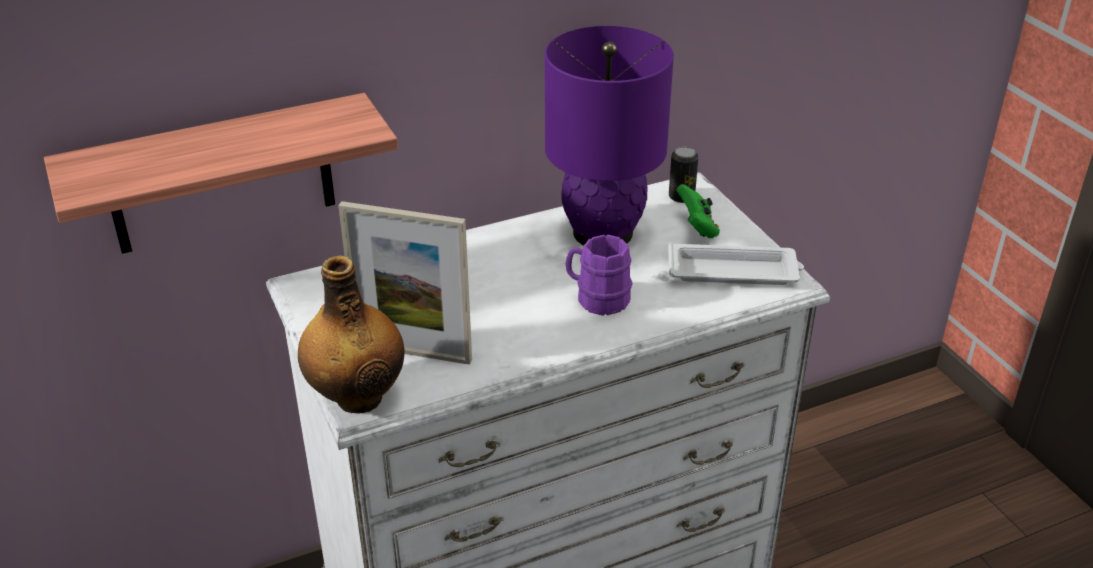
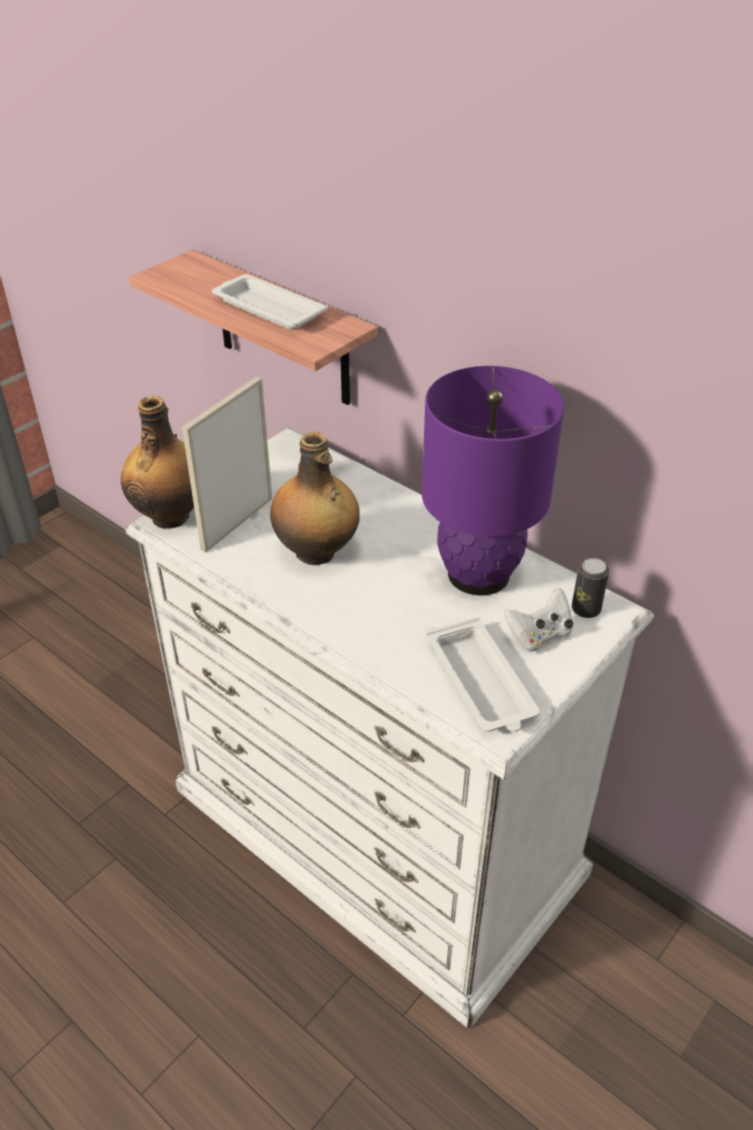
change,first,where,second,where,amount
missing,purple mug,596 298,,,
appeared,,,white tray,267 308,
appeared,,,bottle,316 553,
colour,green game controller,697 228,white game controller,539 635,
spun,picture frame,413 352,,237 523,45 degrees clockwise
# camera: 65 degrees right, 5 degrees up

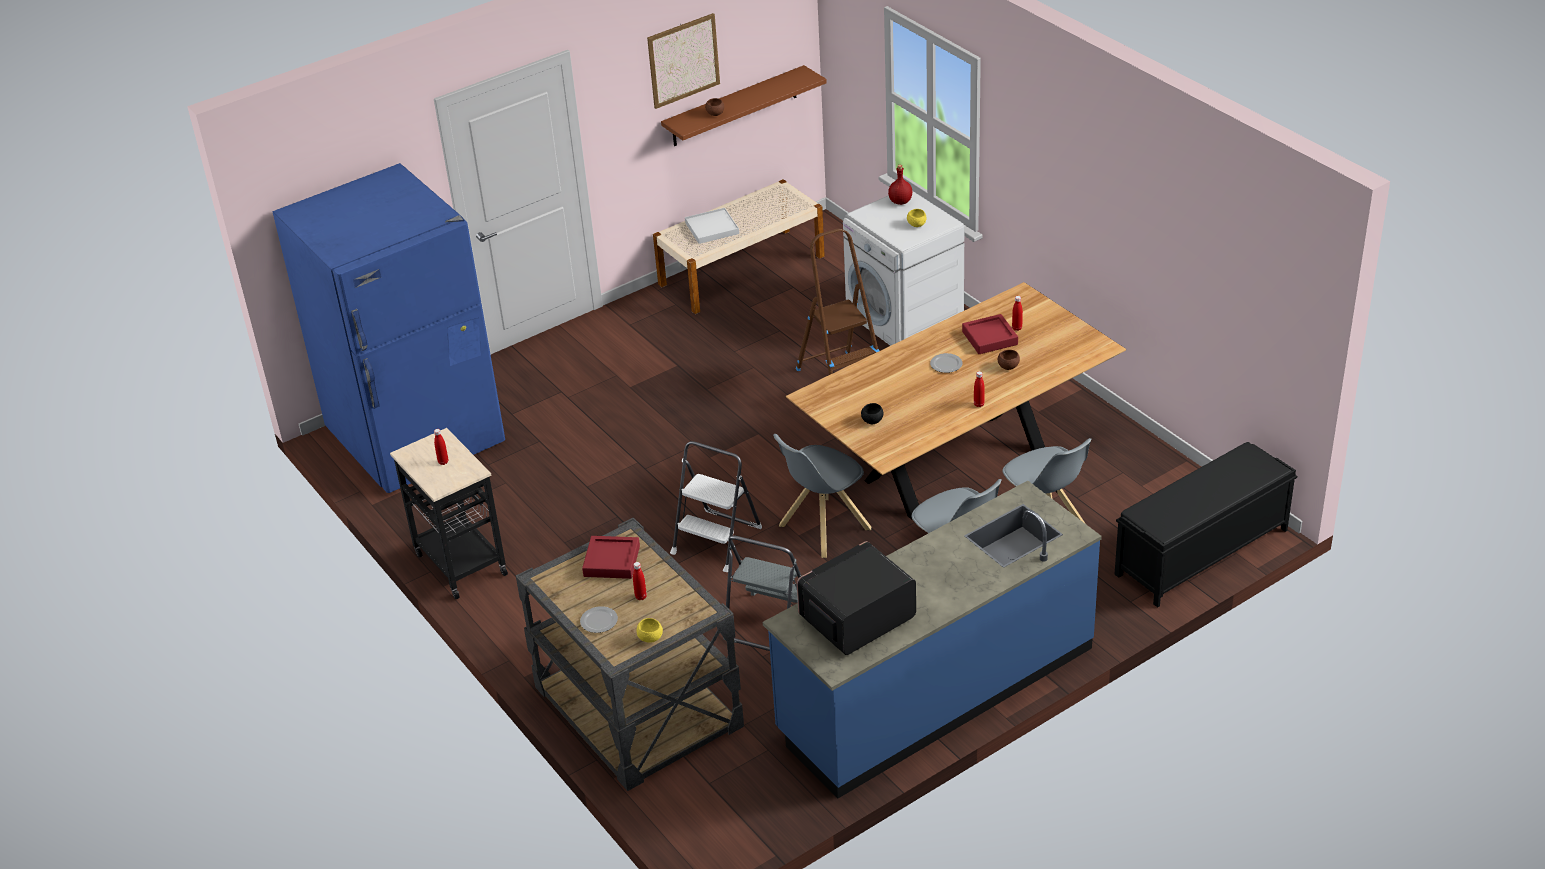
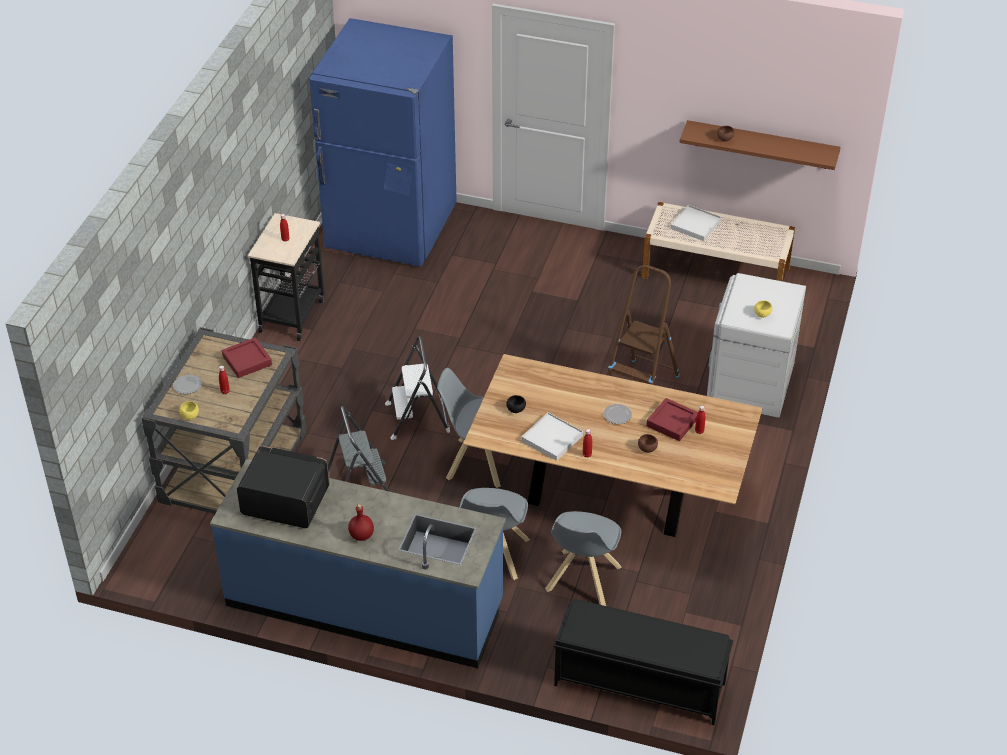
change,first,where,second,where,amount
missing,picture,683 59,,,
appeared,,,white tray,552 438,
relocated,red bottle,900 201,,362 535,
# camera: 50 degrees right, 5 degrees up

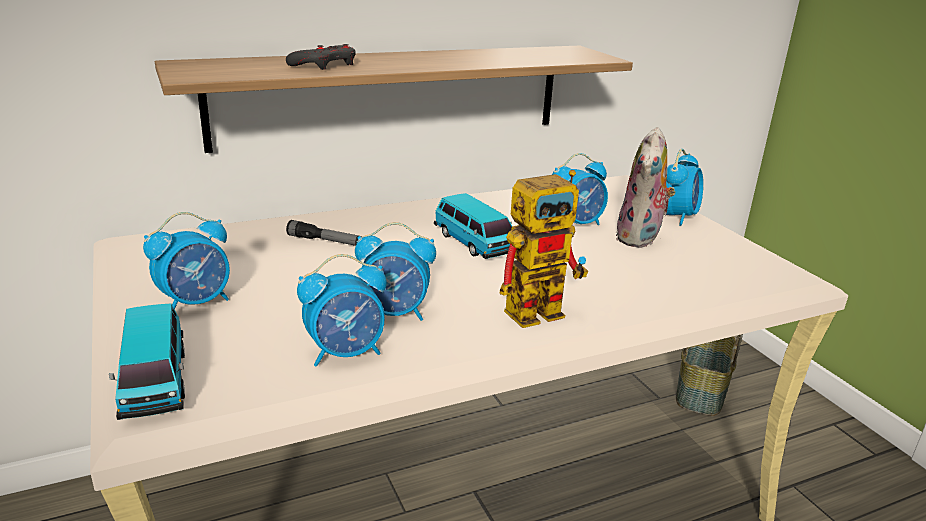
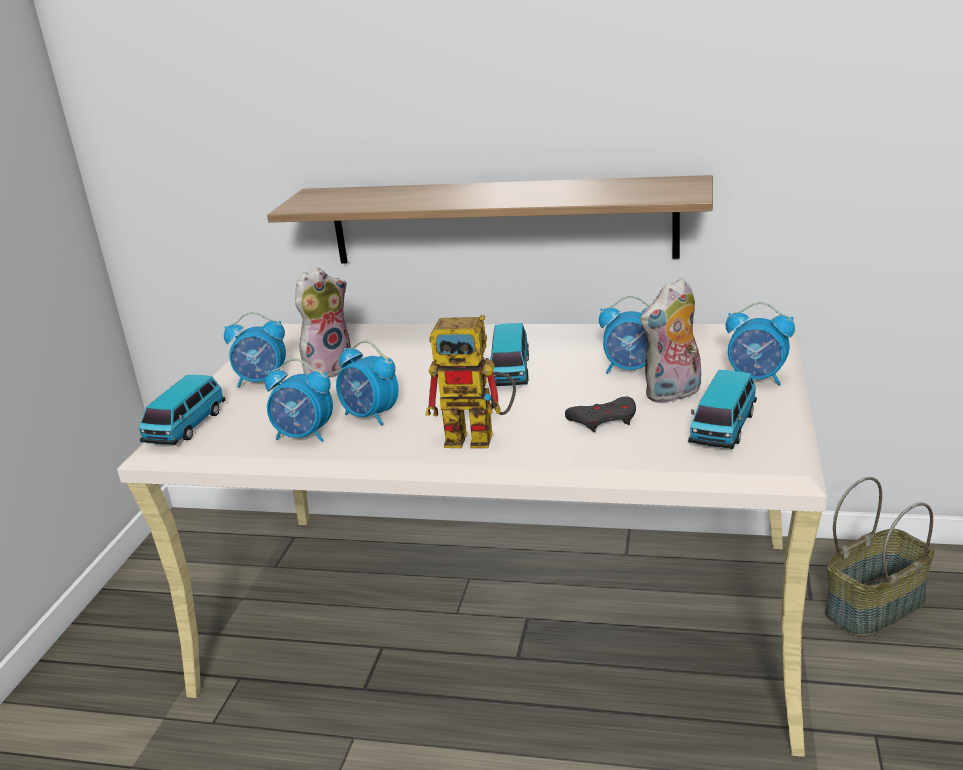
change,first,where,second,where,amount
missing,flashlight,325 241,,,
appeared,,,plush toy,328 368,
appeared,,,toy car,723 428,
relocated,grey game controller,325 64,,604 420,
spun,alarm clock,678 217,,757 379,45 degrees clockwise
# camera: 40 degrees right, 0 degrees up

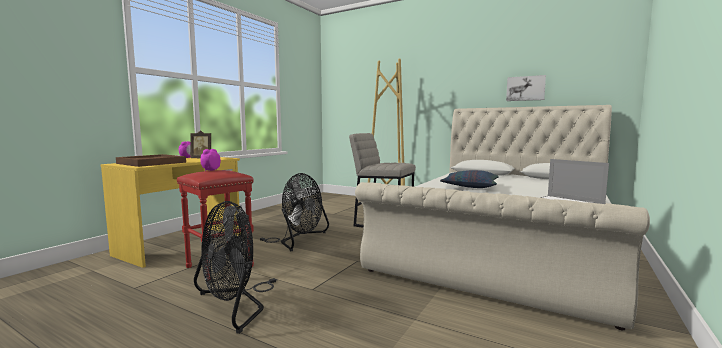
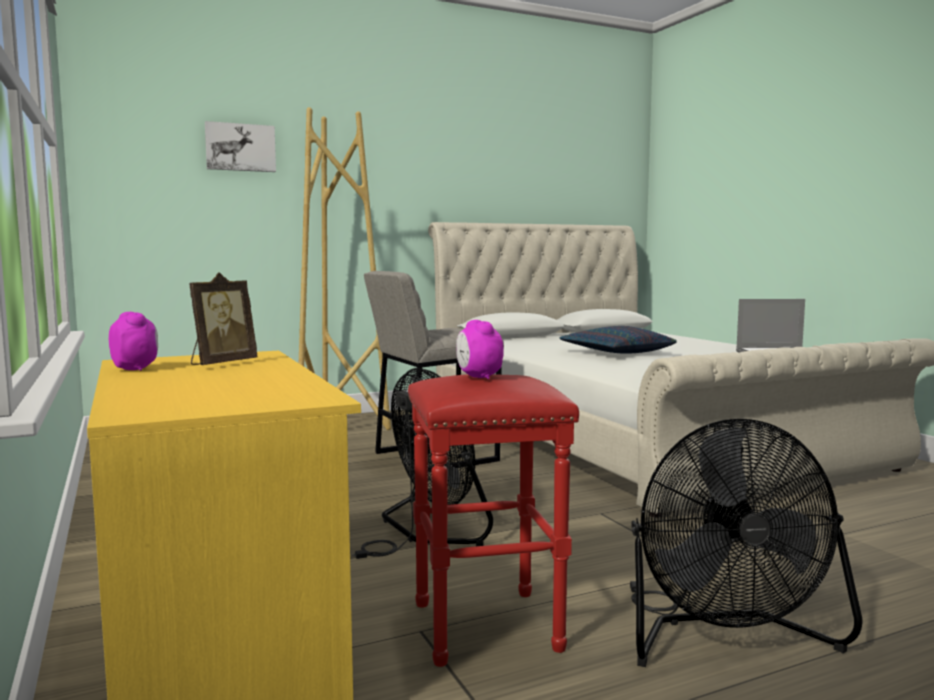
change,first,where,second,where,amount
missing,brown tray,151 163,,,
relocated,picture,525 88,,240 147,
# camera: 55 degrees left, 0 degrees up

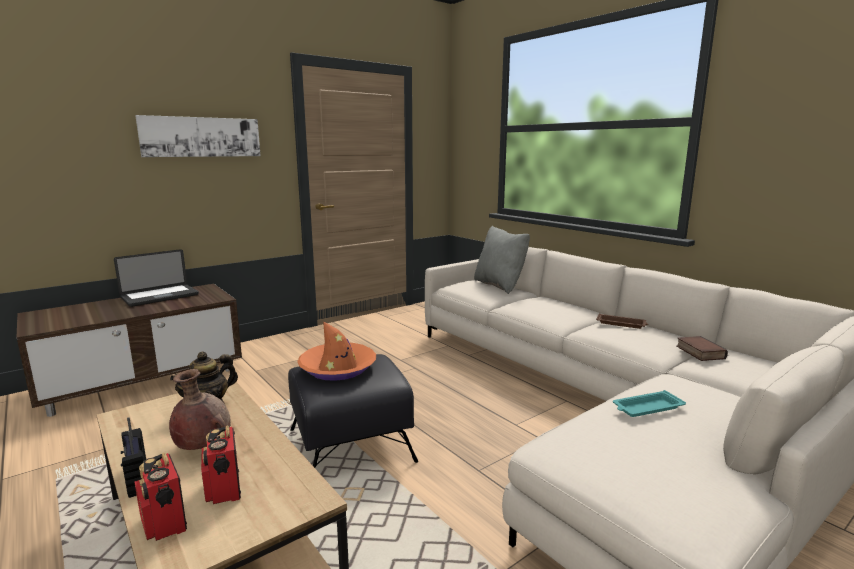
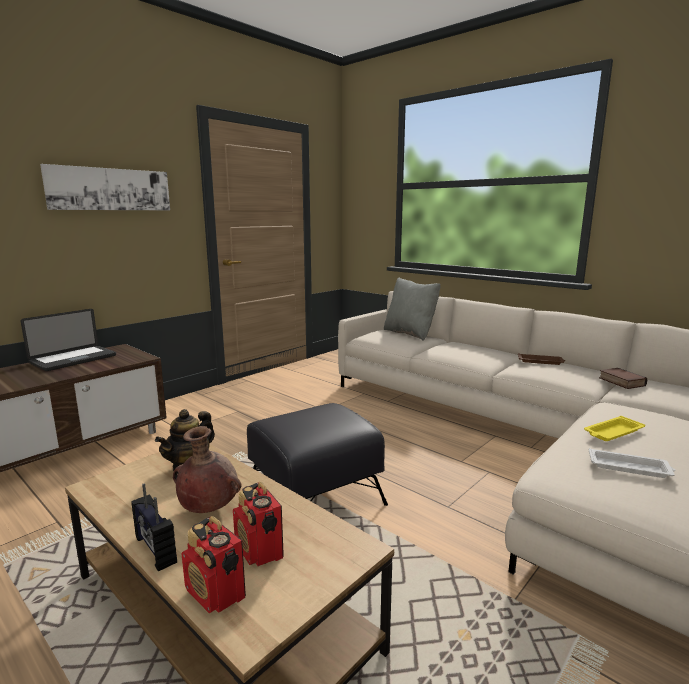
change,first,where,second,where,amount
missing,orange hat,338 368,,,
appeared,,,white tray,630 468,
colour,turquoise tray,646 408,yellow tray,612 432,
# camera: 10 degrees left, 0 degrees up

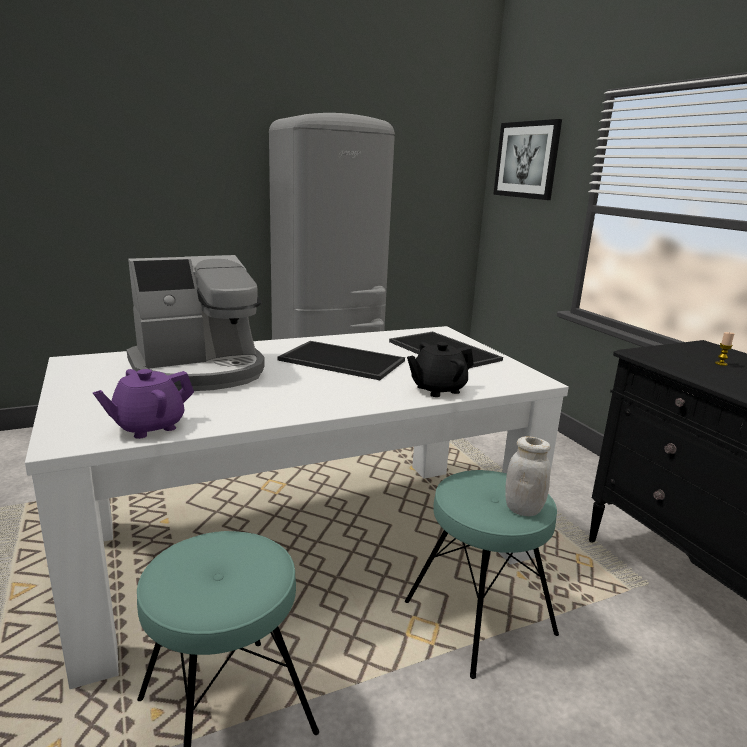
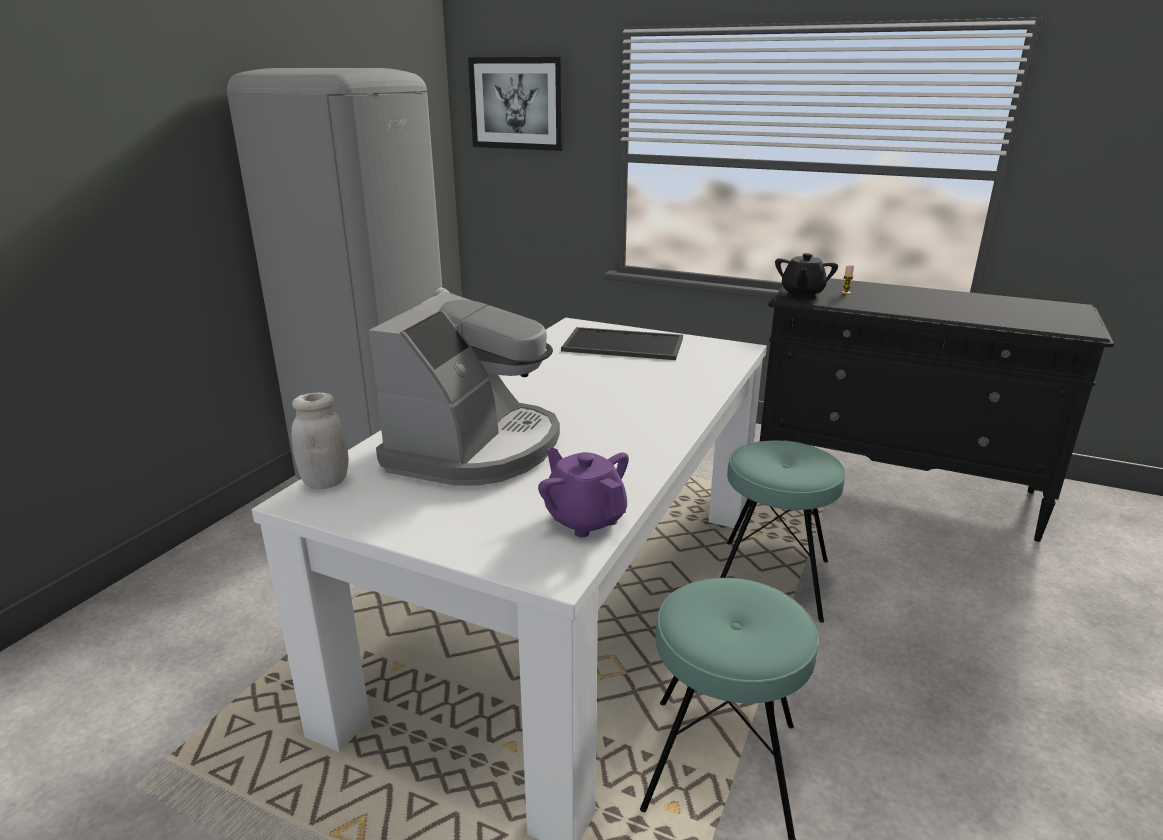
change,first,where,second,where,amount
missing,tray,340 361,,,
relocated,black teapot,437 389,,802 294,
relocated,white jar,523 509,,325 482,
spun,purple teapot,148 426,,585 519,135 degrees clockwise
# camera: 40 degrees left, 5 degrees up

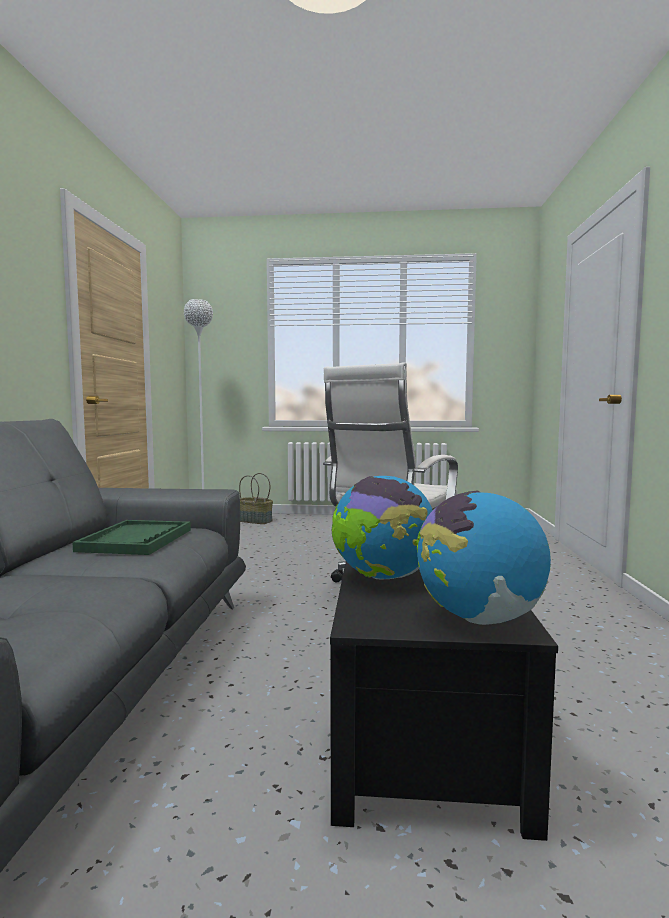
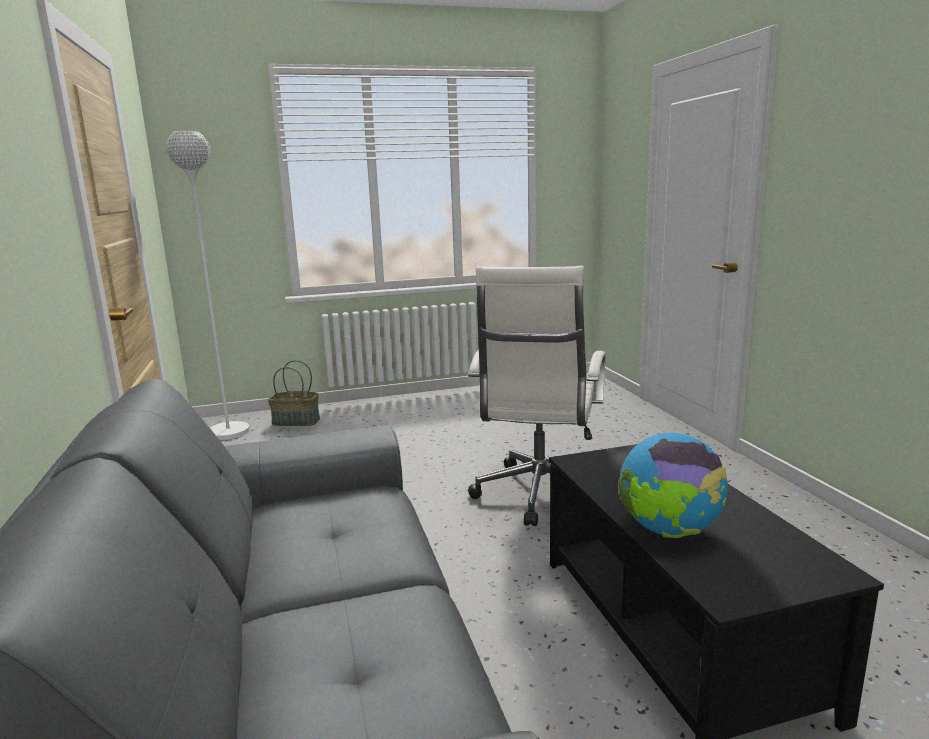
change,first,where,second,where,amount
missing,green tray,136 540,,,
missing,globe,479 618,,,
# camera: 20 degrees left, 10 degrees up

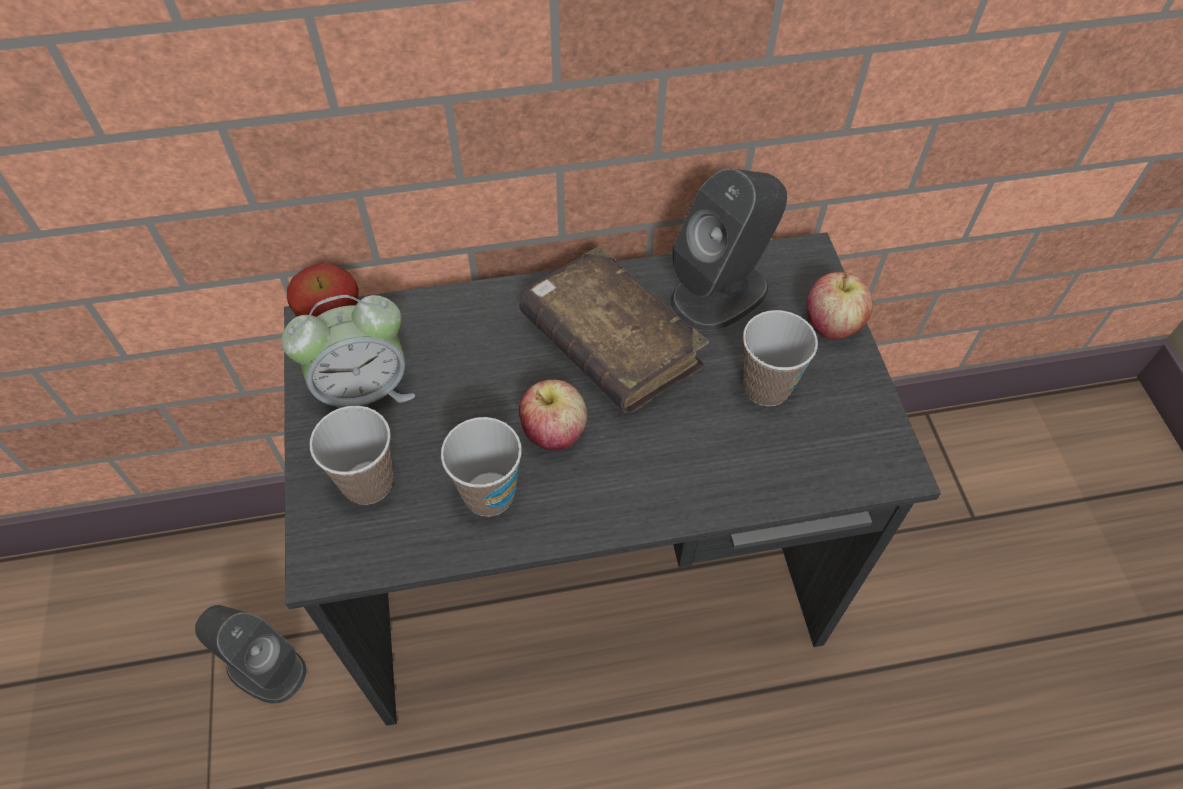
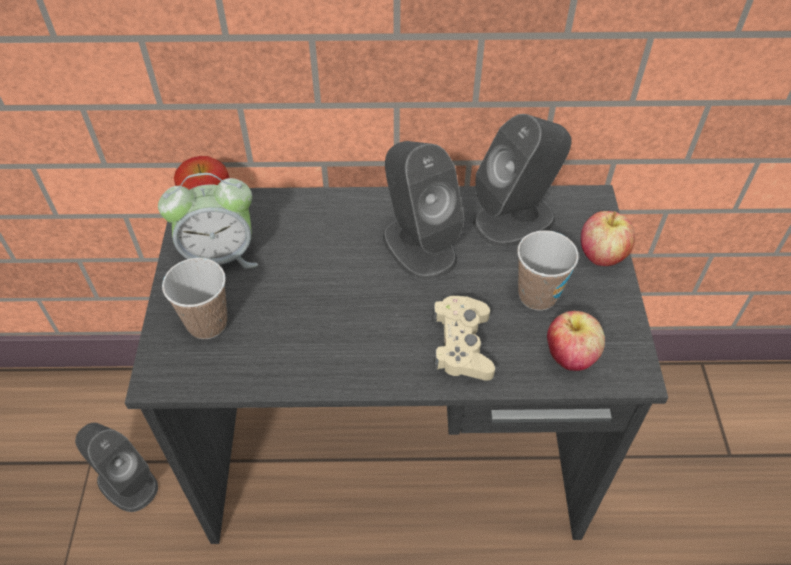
change,first,where,second,where,amount
missing,cup,489 494,,,
appeared,,,beige game controller,462 345,
relocated,apple,554 433,,570 357,
exchanged,brown book,611 343,grey speaker,418 246,
# camera: 10 degrees right, 5 degrees down

